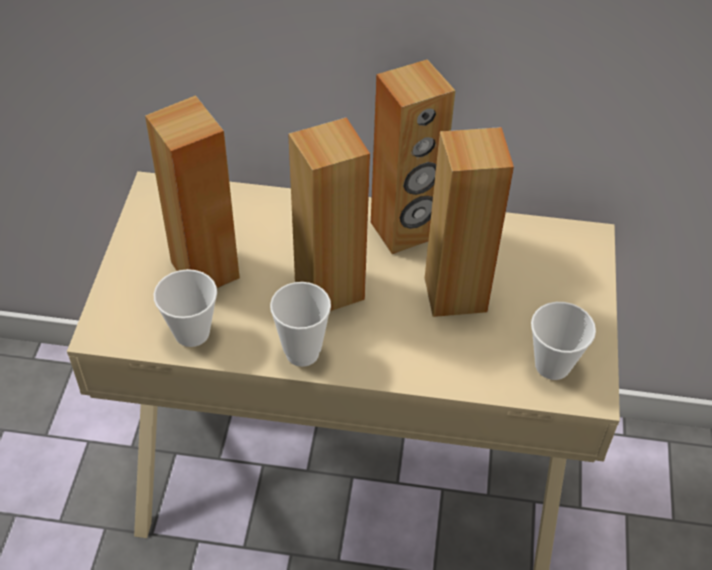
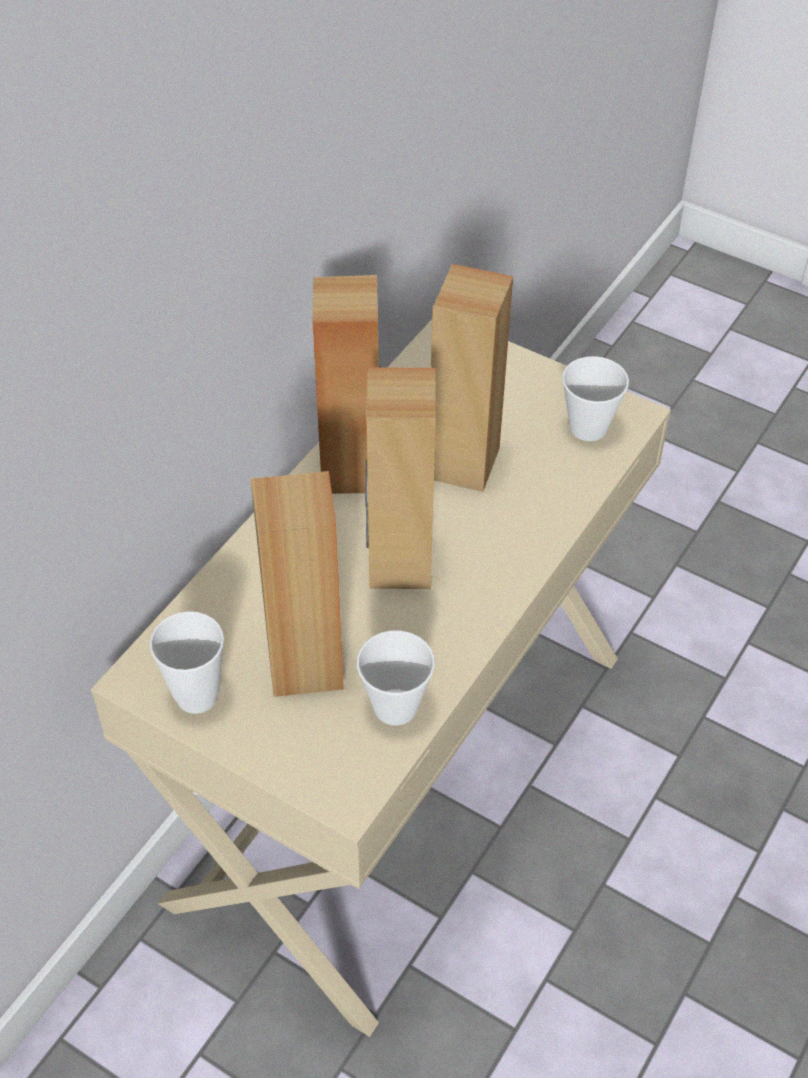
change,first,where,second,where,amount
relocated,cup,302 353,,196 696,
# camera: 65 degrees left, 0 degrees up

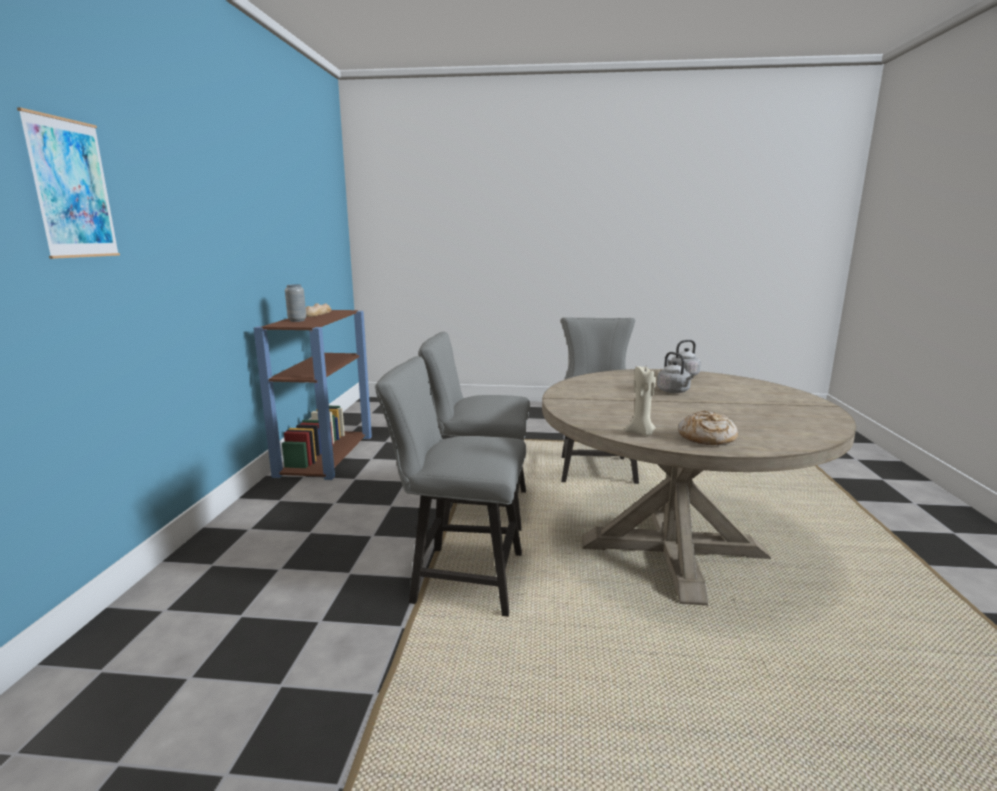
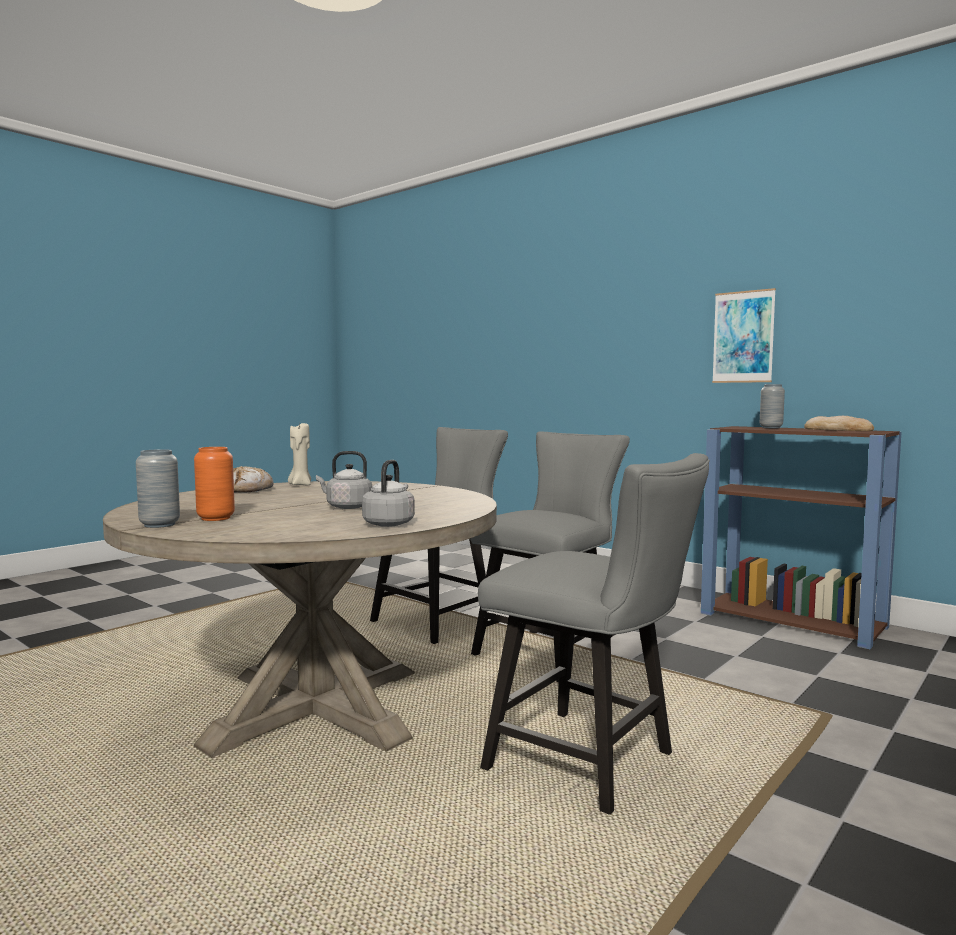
change,first,where,second,where,amount
appeared,,,grey vase,159 525,
appeared,,,orange vase,216 518,
relocated,picture,72 189,,743 337,
# camera: 125 degrees right, 10 degrees down

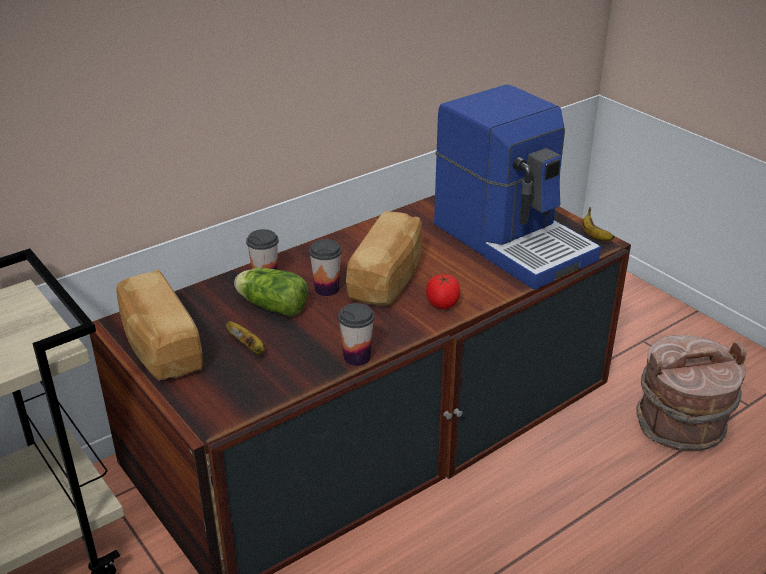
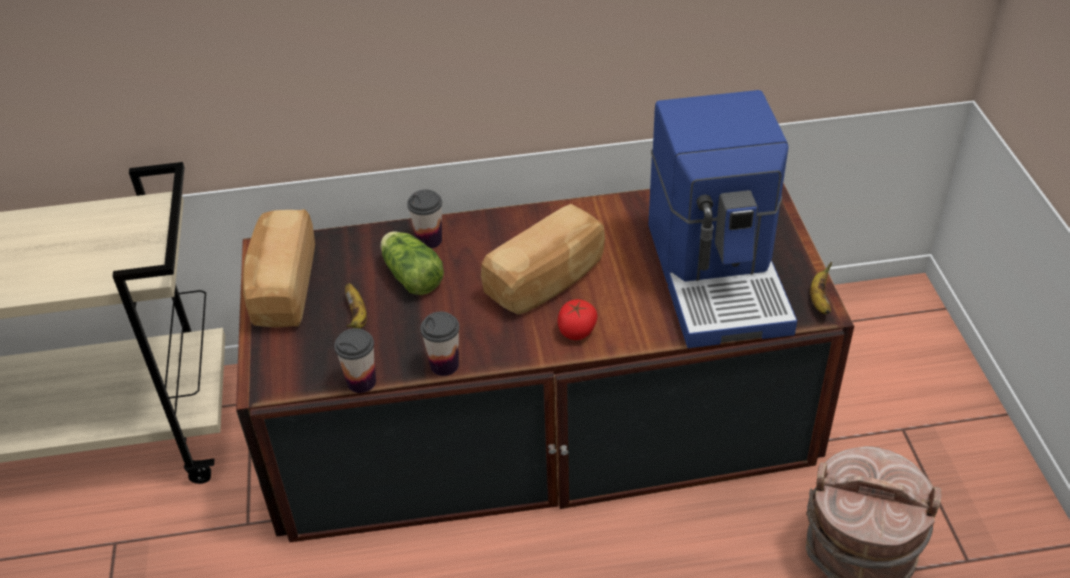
change,first,where,second,where,amount
relocated,cup,326 289,,361 382,
# camera: 30 degrees right, 10 degrees up

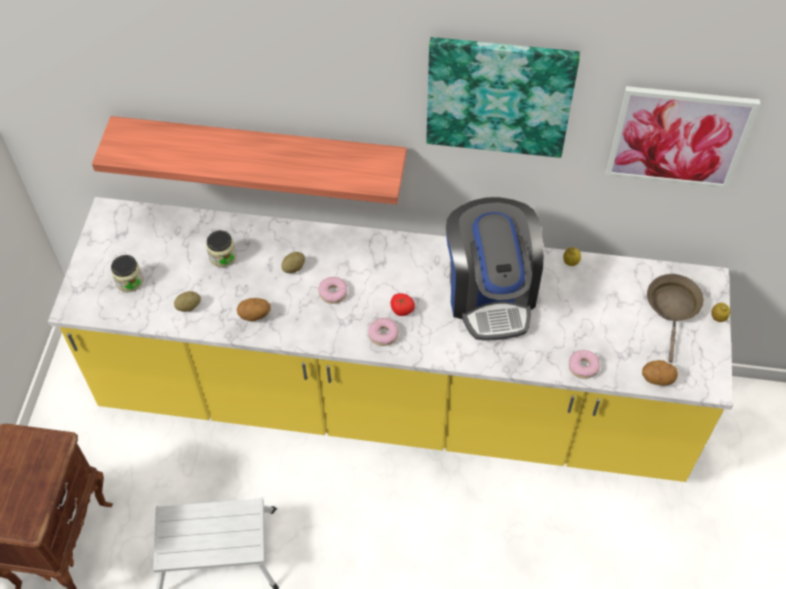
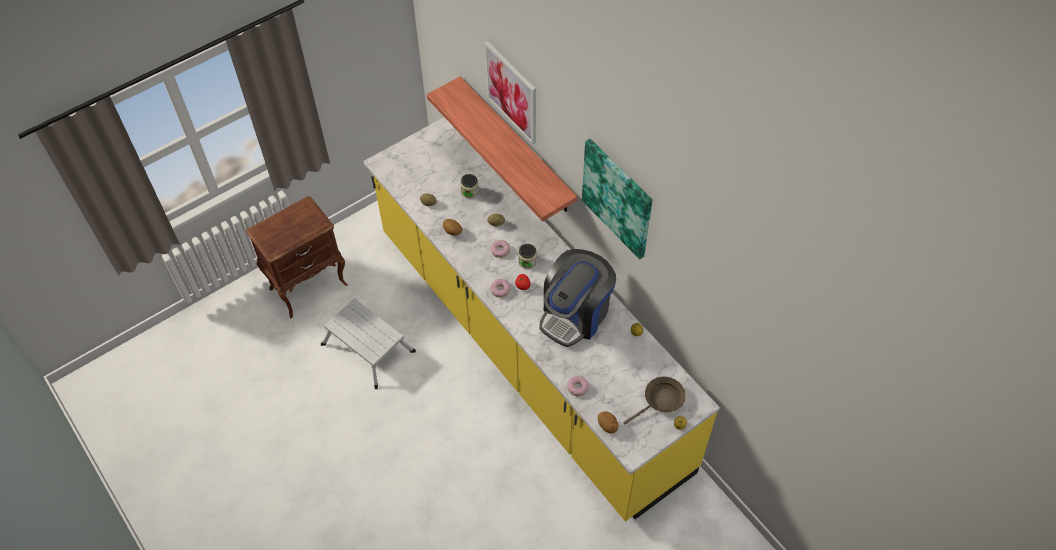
change,first,where,second,where,amount
relocated,jar,129 281,,527 261,
relocated,picture,678 137,,512 92,
# camera: 45 degrees right, 0 degrees up

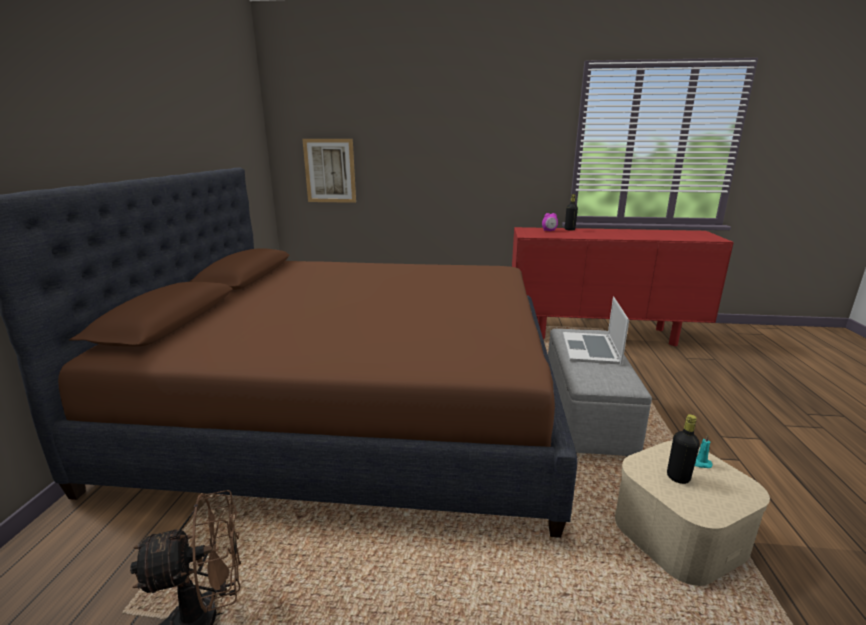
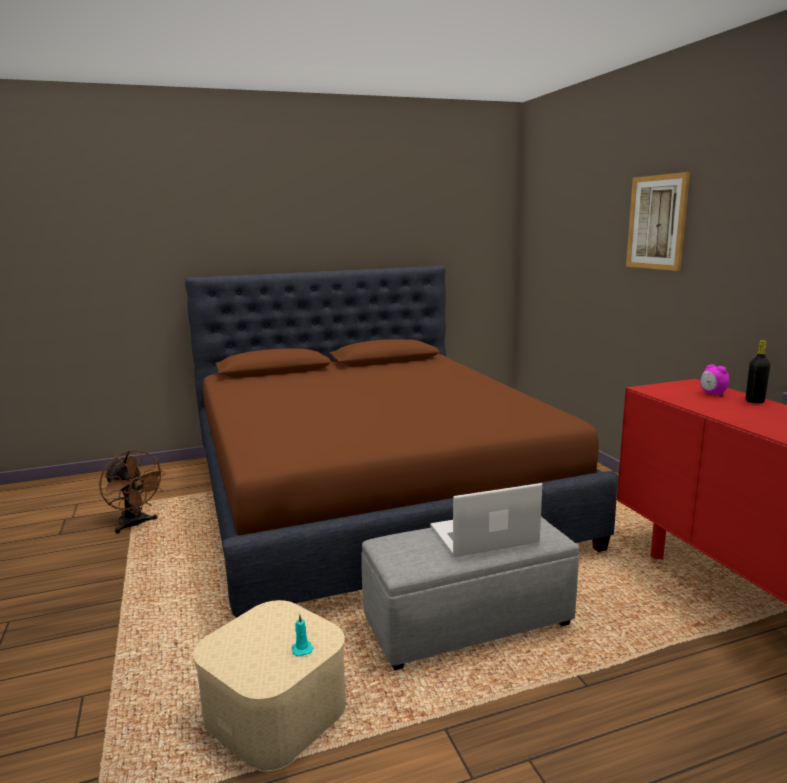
change,first,where,second,where,amount
missing,black bottle,678 477,,,
relocated,picture,330 171,,656 222,
# camera: 65 degrees right, 5 degrees down

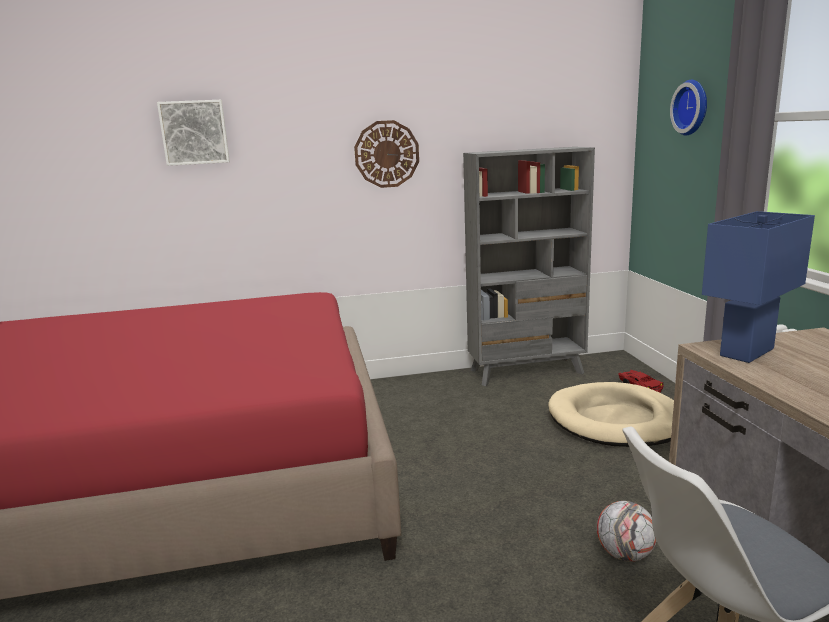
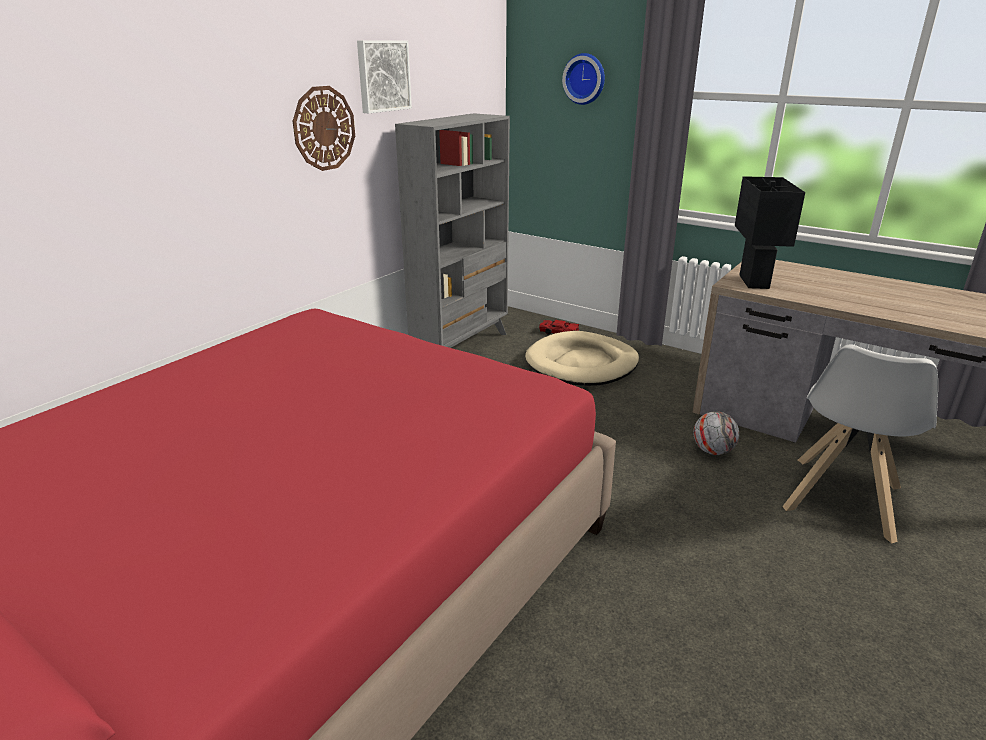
change,first,where,second,where,amount
relocated,picture,194 132,,382 76,
colour,blue table lamp,747 352,black table lamp,754 282,
# camera: 45 degrees left, 10 degrees up

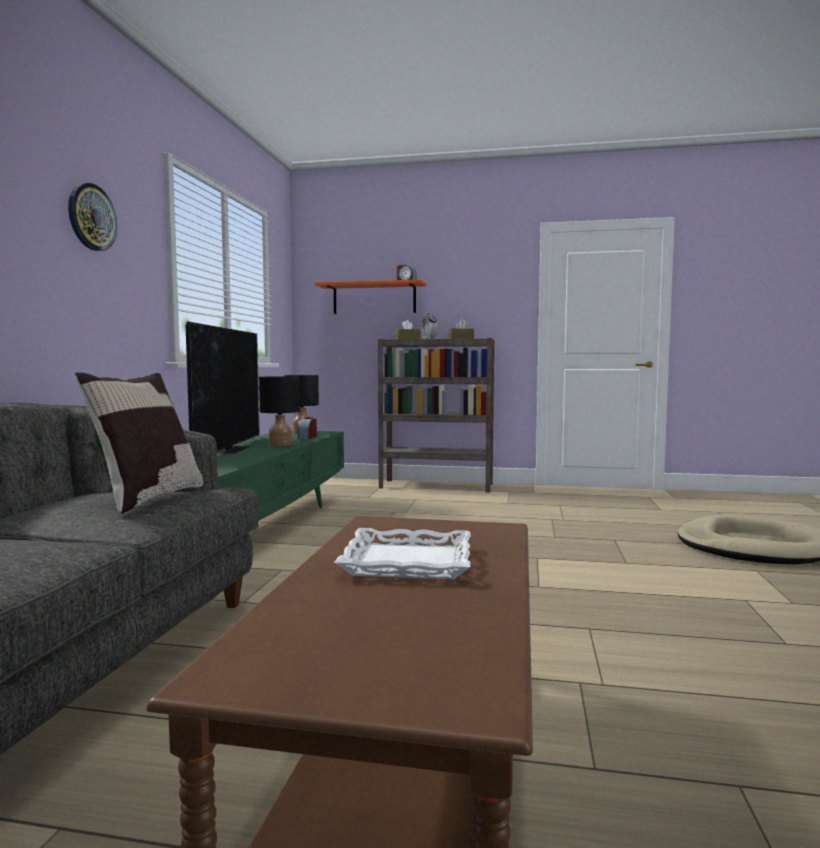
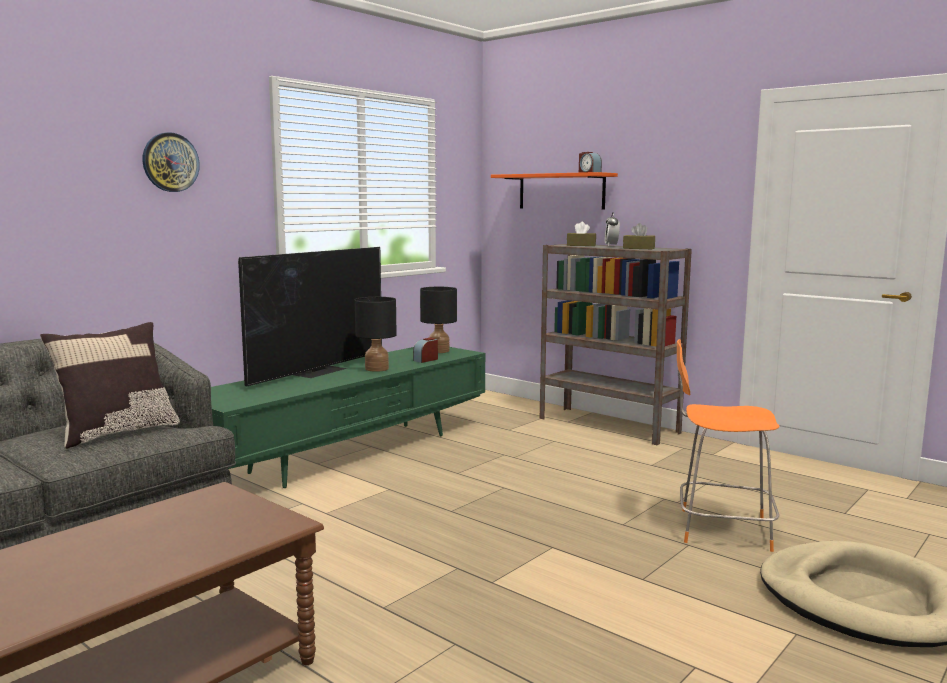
change,first,where,second,where,amount
missing,white tray,408 562,,,
appeared,,,orange stool,720 529,
# camera: 30 degrees right, 5 degrees up

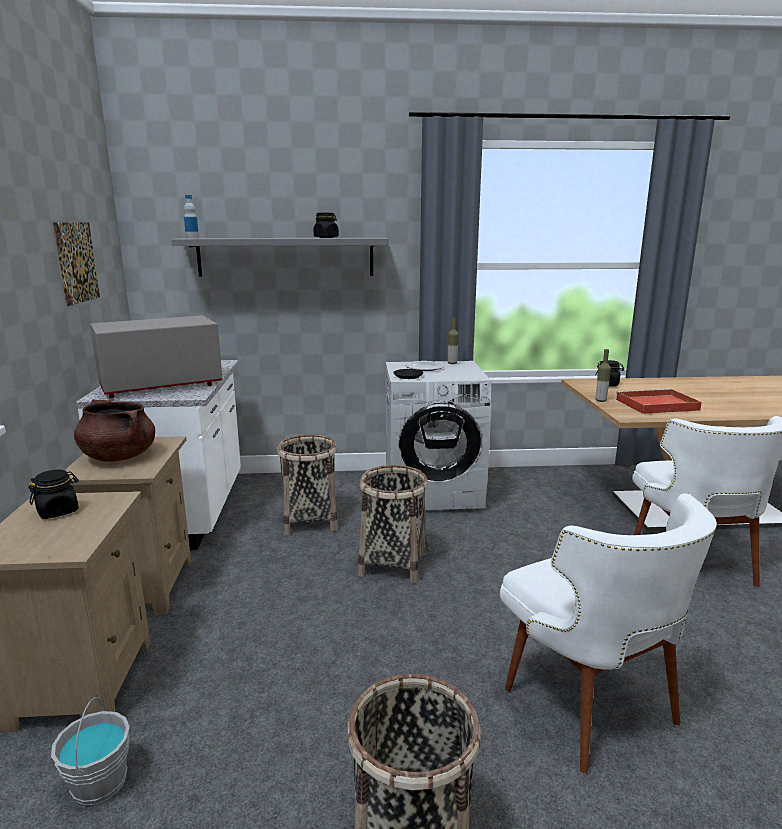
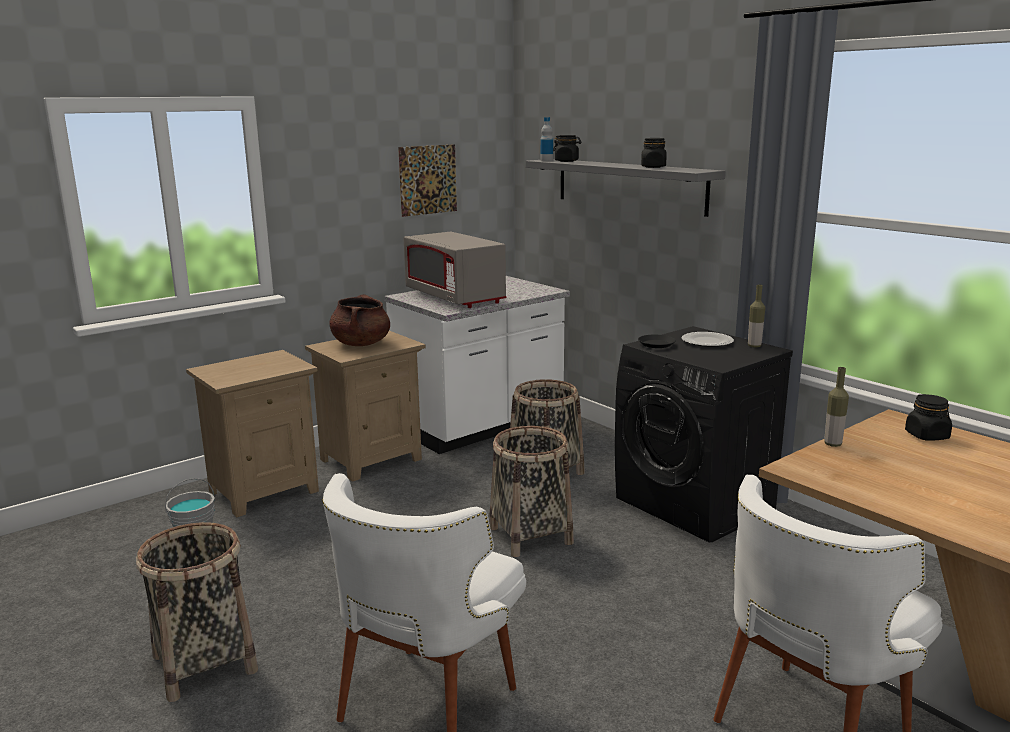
change,first,where,second,where,amount
missing,red tray,655 405,,,
relocated,black jar,58 511,,567 161,
colour,white washing machine,433 495,black washing machine,694 507,
spun,grey microwave,161 385,,455 297,150 degrees counterclockwise
# camera: 55 degrees right, 0 degrees up

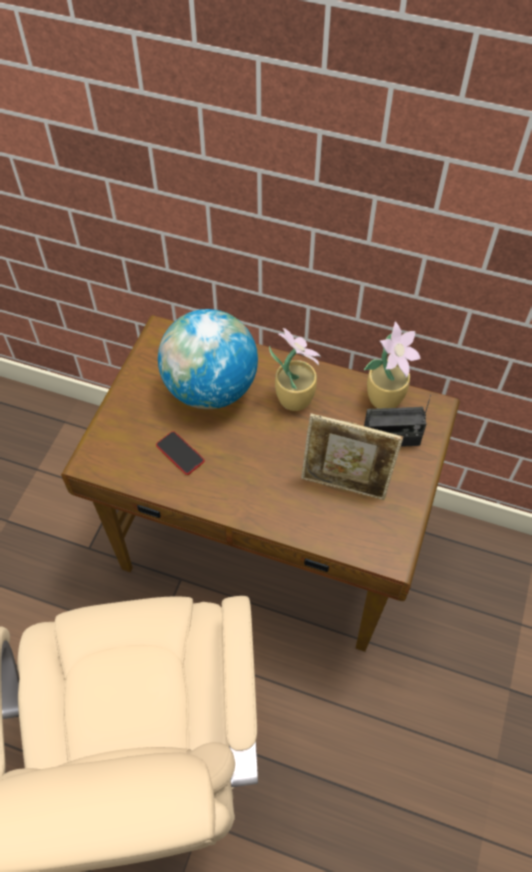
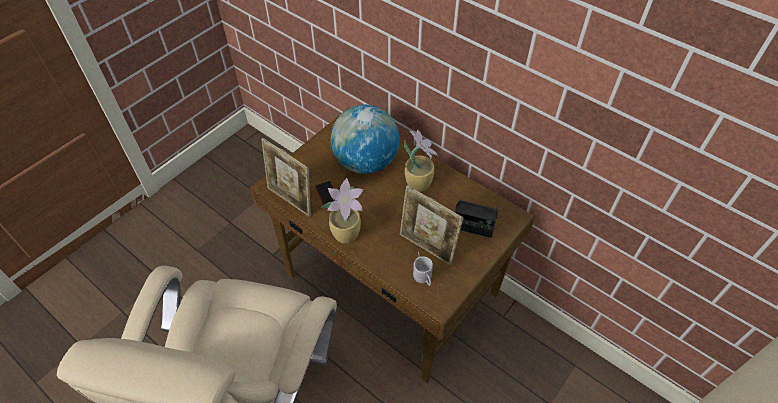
change,first,where,second,where,amount
appeared,,,picture frame,291 200,
appeared,,,white mug,423 279,
relocated,potted plant,386 397,,347 234,
# camera: 20 degrees right, 5 degrees down

